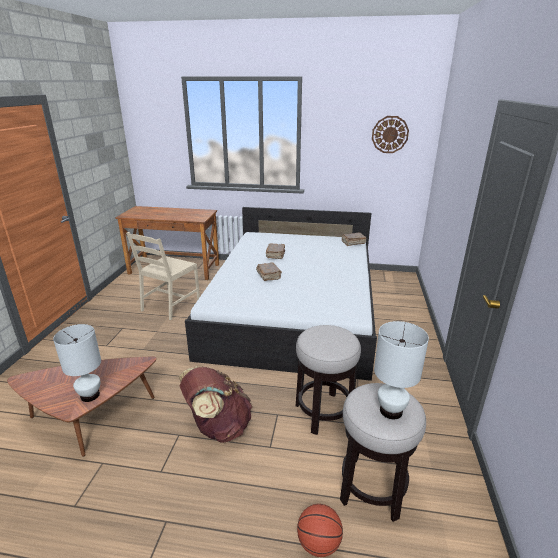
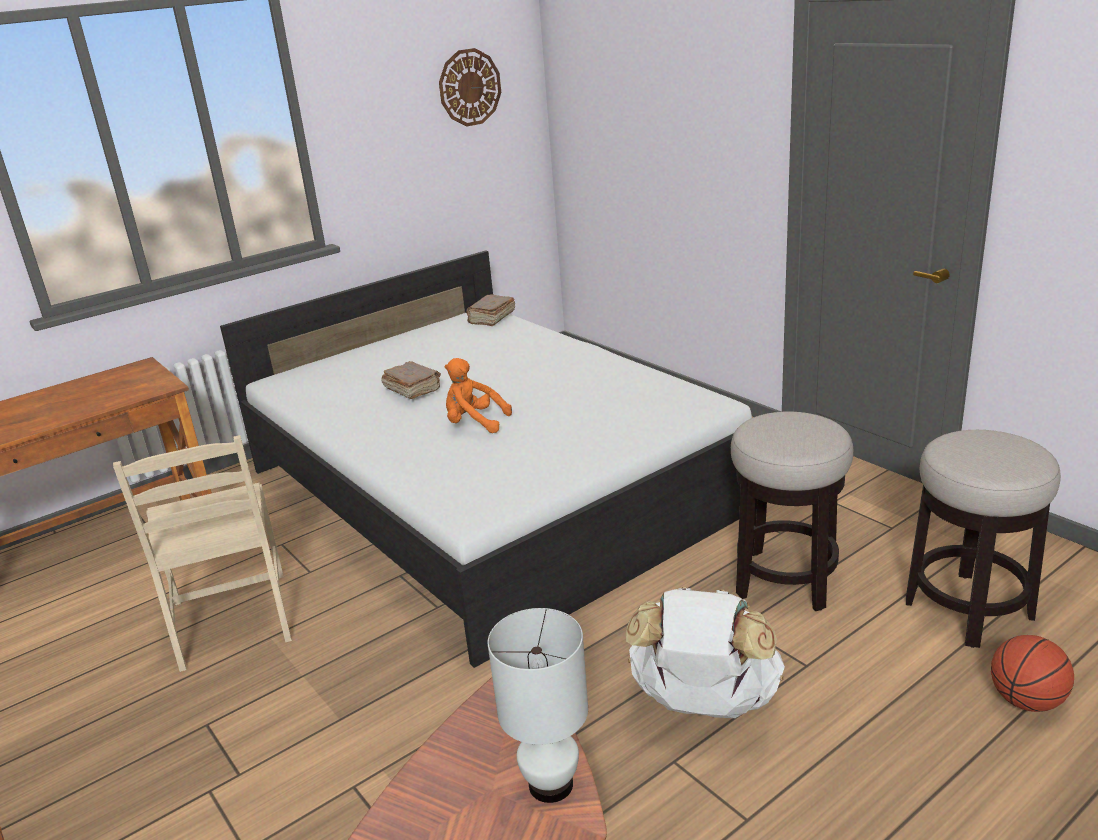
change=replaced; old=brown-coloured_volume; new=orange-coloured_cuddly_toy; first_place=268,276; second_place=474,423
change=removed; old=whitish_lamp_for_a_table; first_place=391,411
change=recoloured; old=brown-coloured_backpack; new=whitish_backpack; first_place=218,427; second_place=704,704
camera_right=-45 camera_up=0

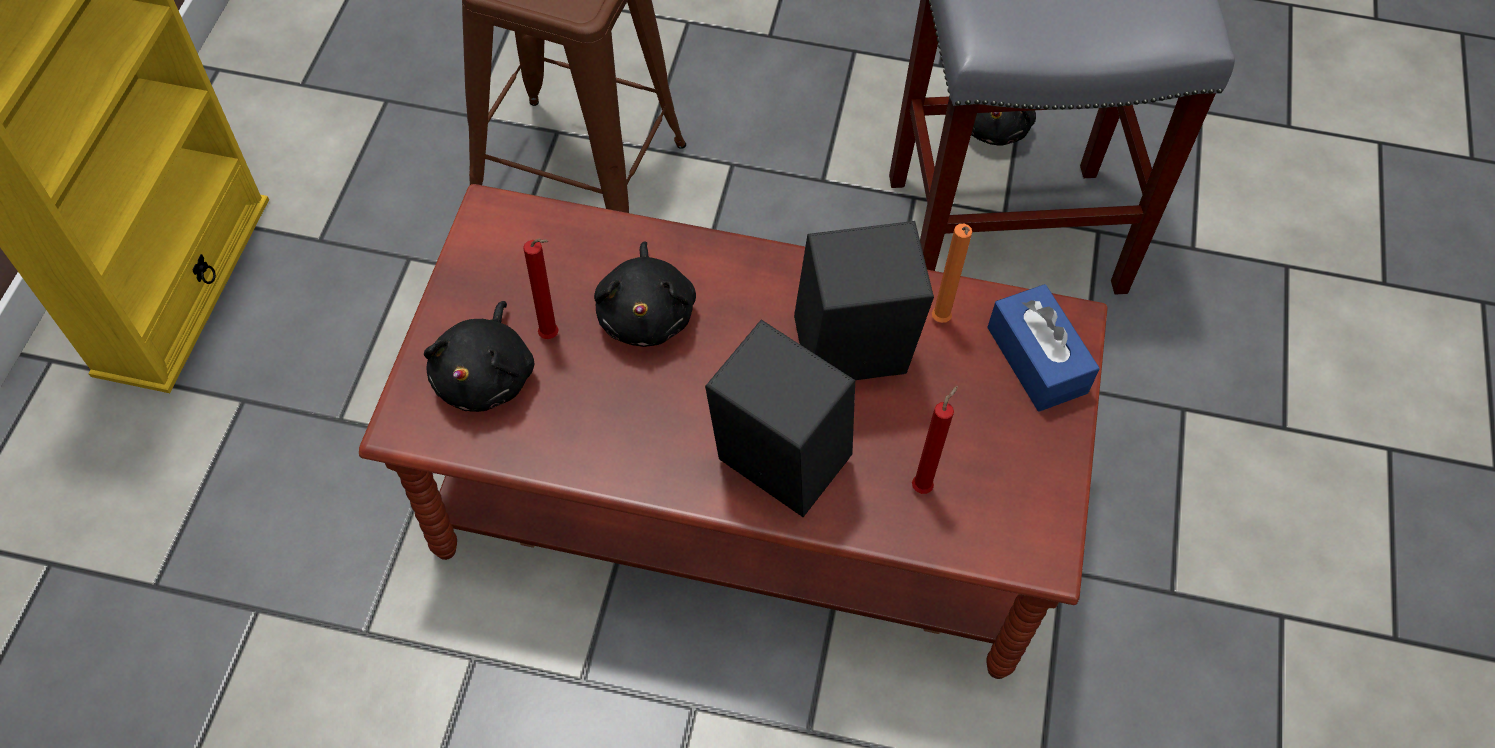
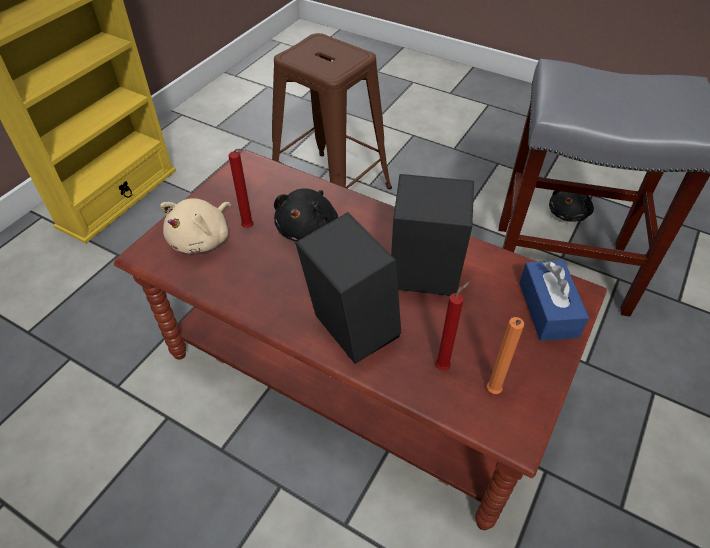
change=moved; old=orange-coloured_wax_candle; first_place=940,322; second_place=492,392
change=recoloured; old=blackish_cuddly_toy; new=beige-coloured_cuddly_toy; first_place=486,376; second_place=202,239
camera_right=20 camera_up=-10

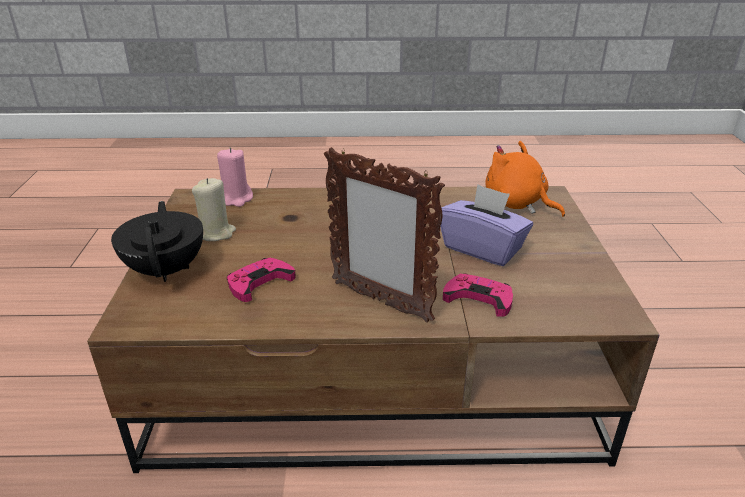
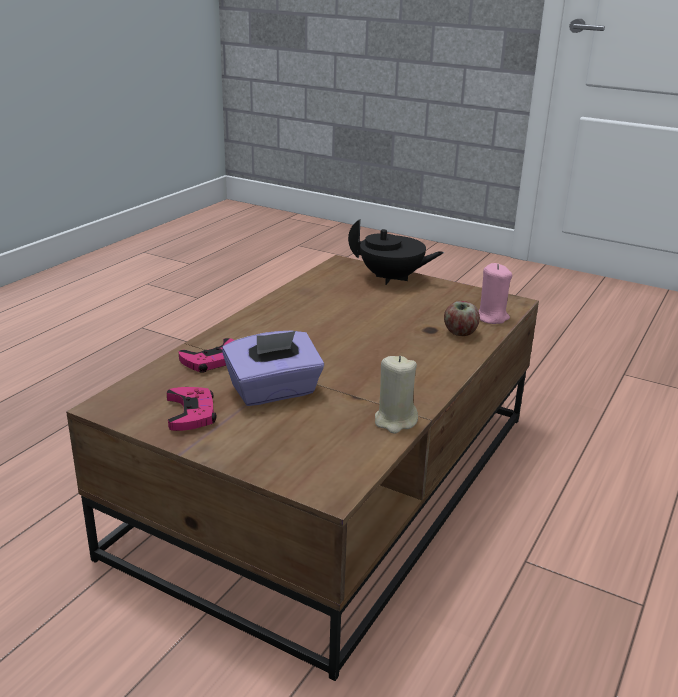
change=removed; old=orange-coloured_cuddly_toy; first_place=517,204
change=removed; old=standing_frame; first_place=380,301
change=moved; old=beige-coloured_wax_candle; first_place=216,233; second_place=395,421
change=moved; old=pinkish_joypad; first_place=259,283; second_place=191,413
change=added; new=whole_apple; second_place=460,333
camera_right=120 camera_up=-5

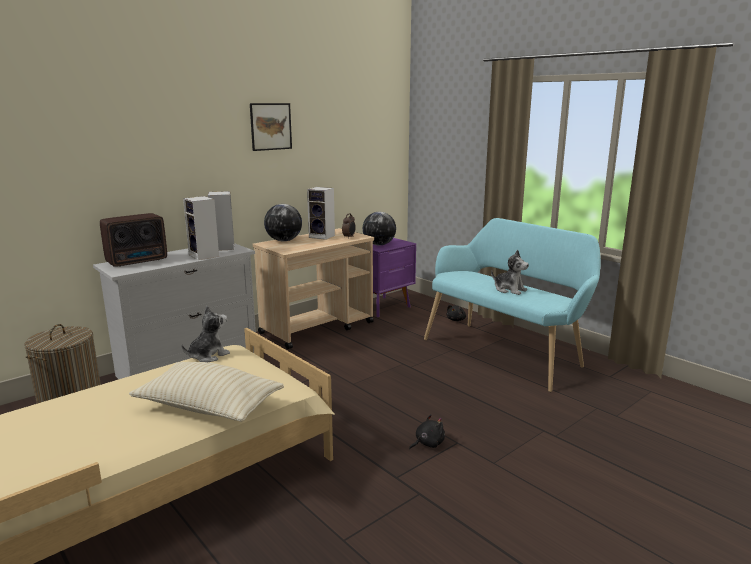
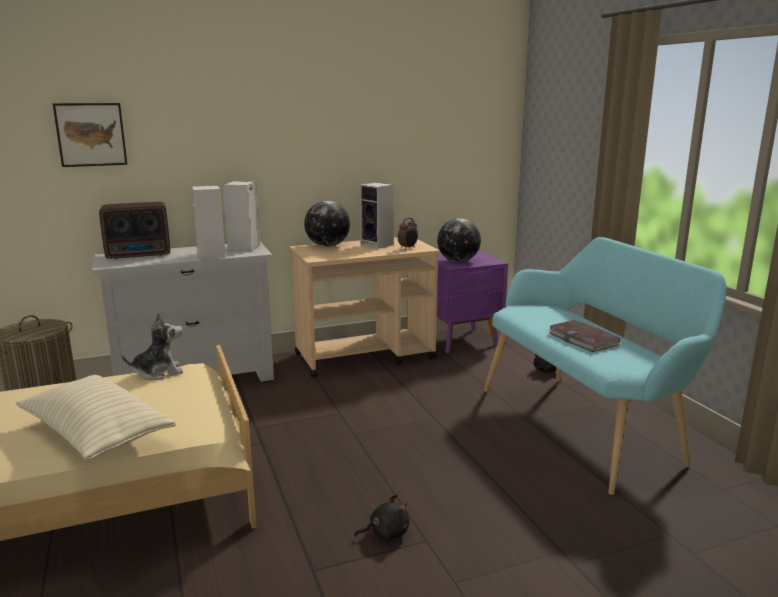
change=moved; old=picture; first_place=271,126; second_place=91,134
change=replaced; old=cuddly_toy; new=volume; first_place=509,290; second_place=583,339
camera_right=20 camera_up=0

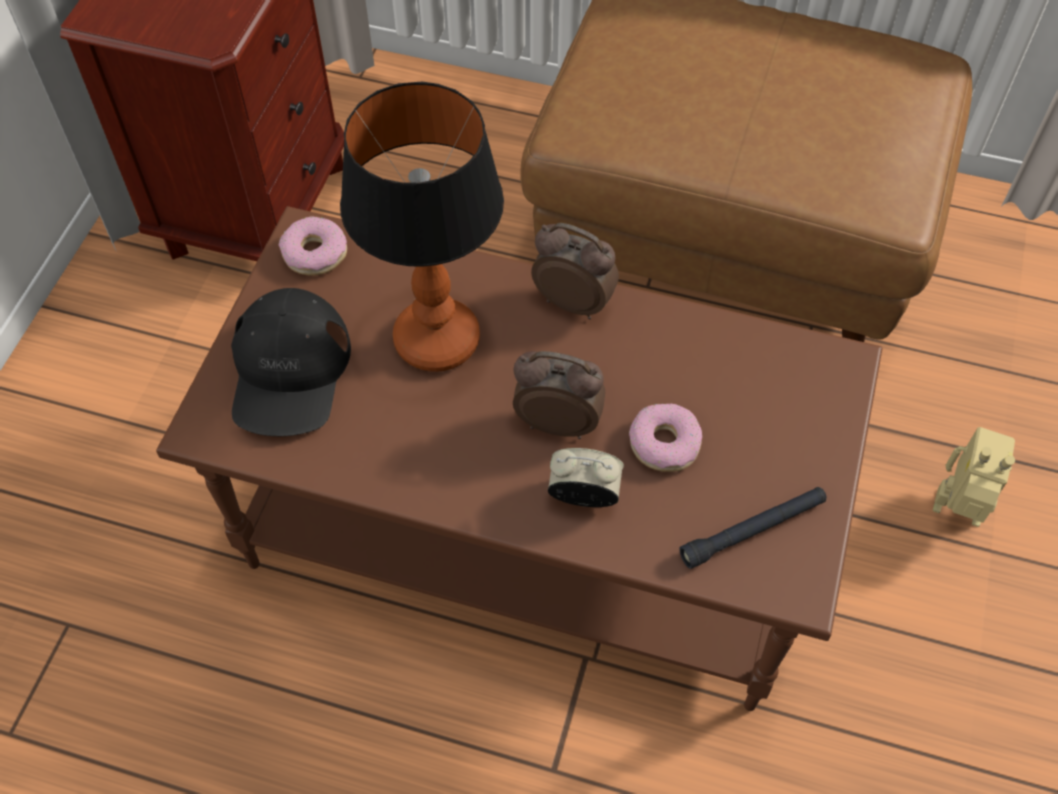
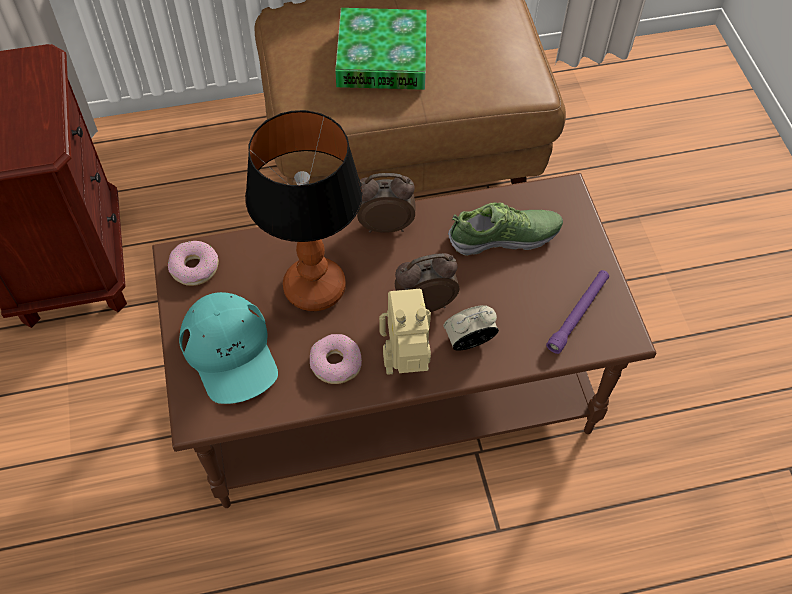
change=recoloured; old=blackish_baseball_cap; new=turquoise-coloured_baseball_cap; first_place=289,371; second_place=230,352
change=moved; old=donut; first_place=664,443; second_place=336,363
change=moved; old=toy_robot; first_place=956,515; second_place=407,369
change=recoloured; old=blackish_hand_torch; new=purplish_hand_torch; first_place=753,530; second_place=578,314
change=added; new=volume; second_place=382,57
change=added; new=item_of_footwear; second_place=504,237
camera_right=-30 camera_up=0

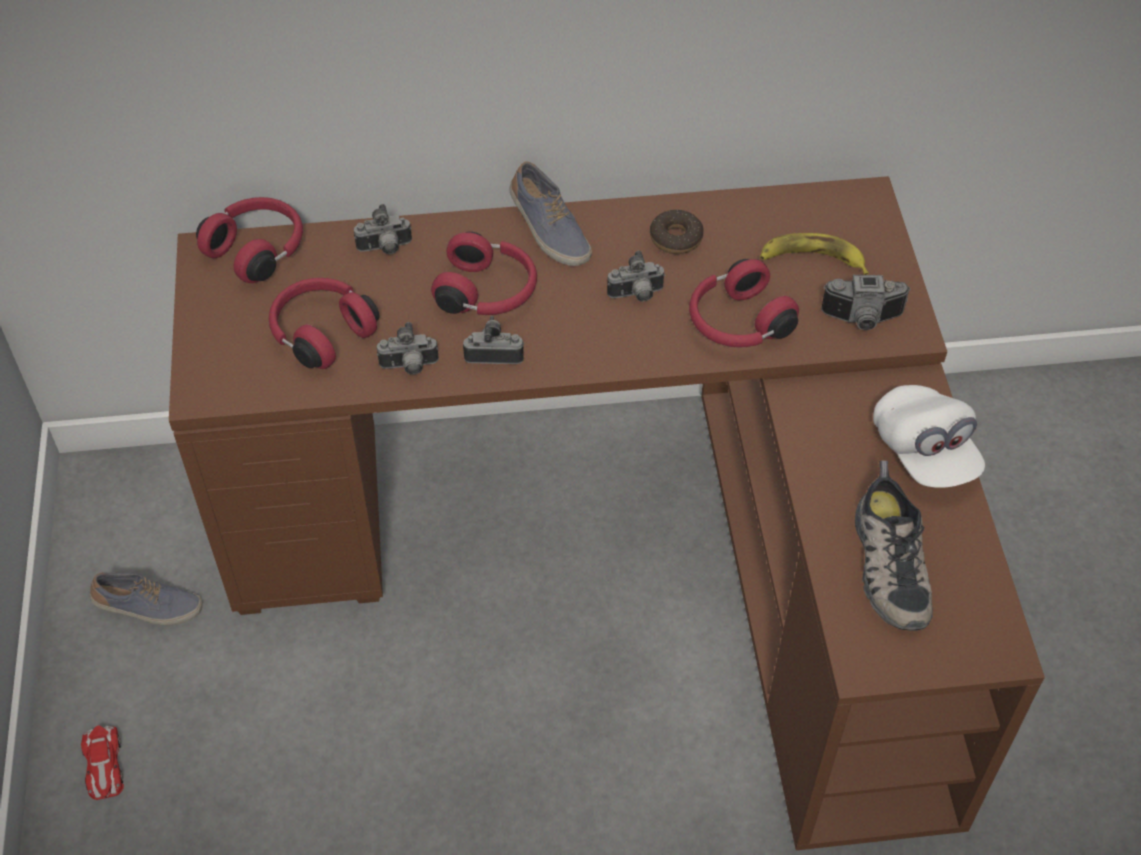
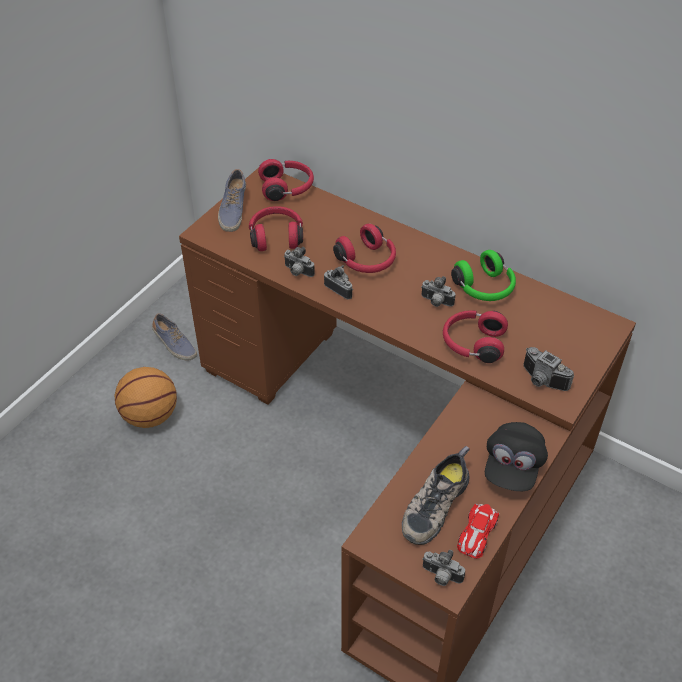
change=moved; old=item_of_footwear; first_place=548,230; second_place=233,210
change=moved; old=still_camera; first_place=385,248; second_place=441,576
change=replaced; old=donut; new=green_headset; first_place=676,238; second_place=484,288
change=removed; old=banana_fruit; first_place=812,259
change=recoloured; old=whitish_baseball_cap; new=blackish_baseball_cap; first_place=924,452; second_place=512,466
change=moved; old=toy_car; first_place=104,765; second_place=477,533
change=added; new=ball_for_basketball; second_place=150,415
camera_right=40 camera_up=-5

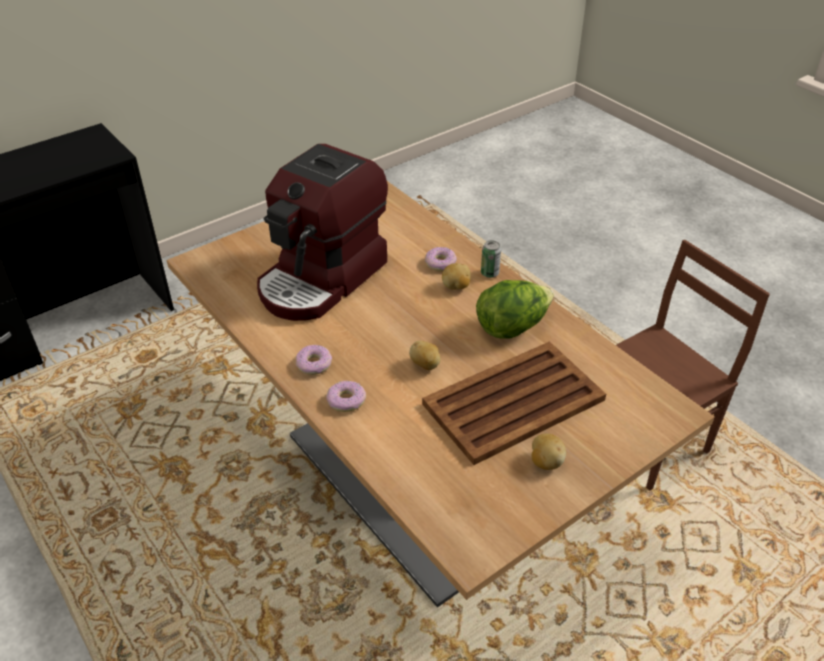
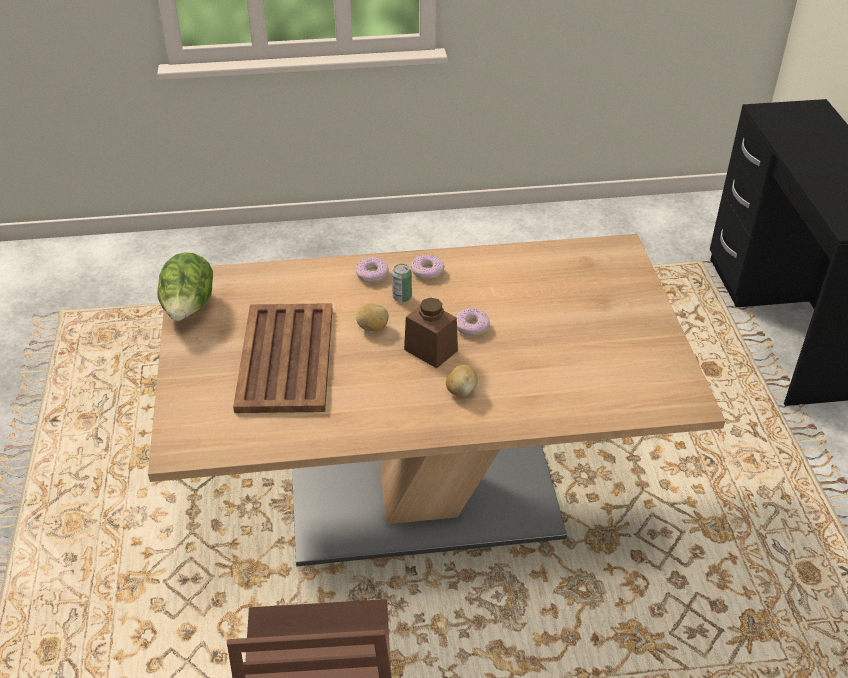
change=removed; old=coffee_machine; first_place=323,279
change=moved; old=metal_can; first_place=489,273; second_place=402,297
change=moved; old=donut; first_place=440,263; second_place=471,327
change=moved; old=lettuce_head; first_place=512,327; second_place=189,309
change=removed; old=whole_potato; first_place=545,462
change=added; new=brown-coloured_storage_jar; second_place=431,350
camera_right=120 camera_up=0

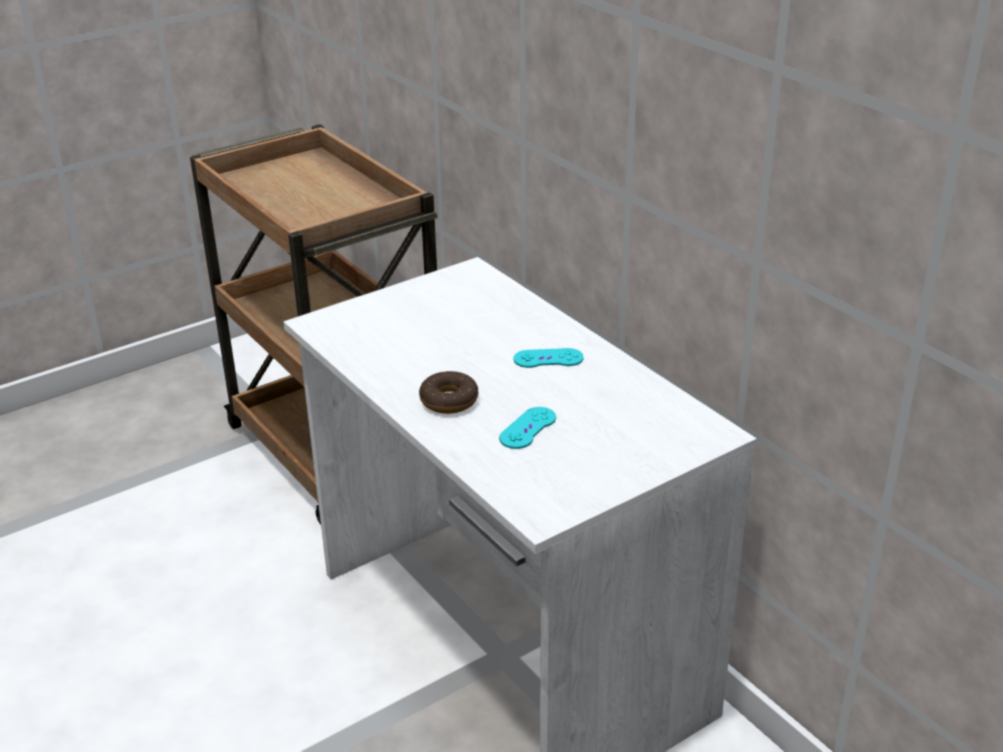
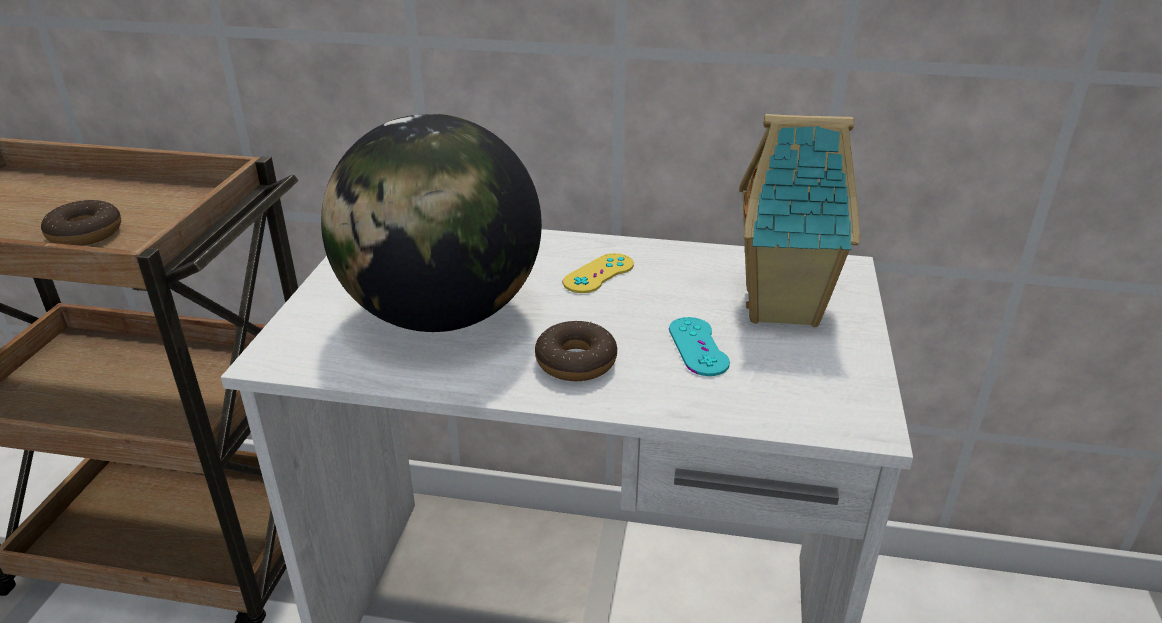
change=recoloured; old=turquoise-coloured_joypad; new=yellowish_joypad; first_place=548,359; second_place=598,274
change=added; new=globe; second_place=442,314
change=added; new=model_house; second_place=785,308
change=added; new=donut; second_place=85,233
camera_right=-45 camera_up=0

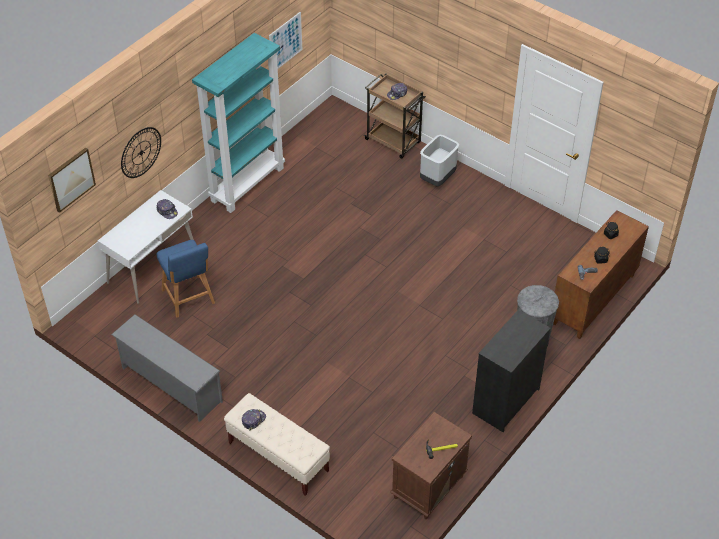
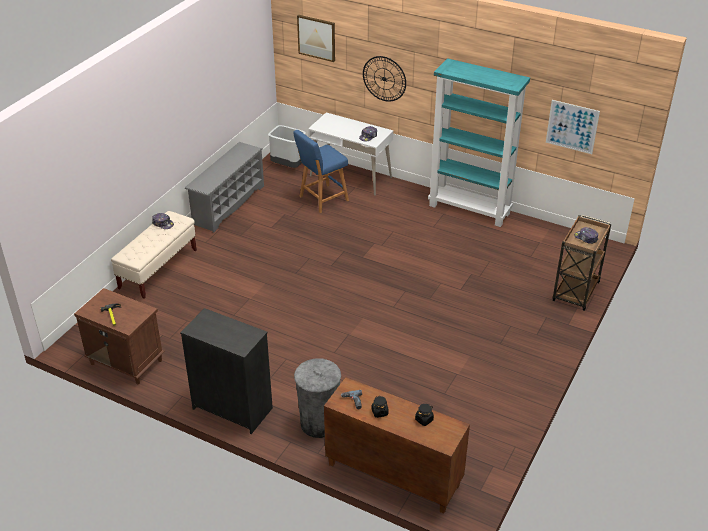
change=moved; old=gray_rubbish_bin; first_place=437,178; second_place=288,165
camera_right=80 camera_up=-10

